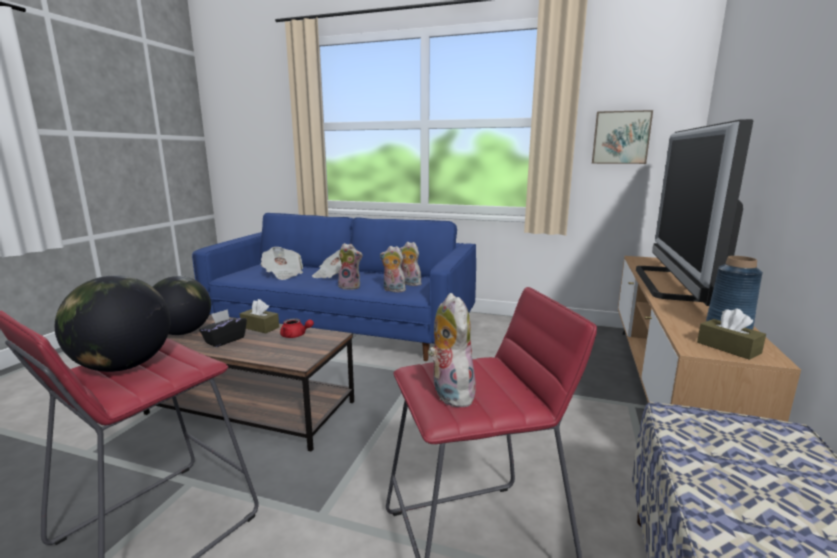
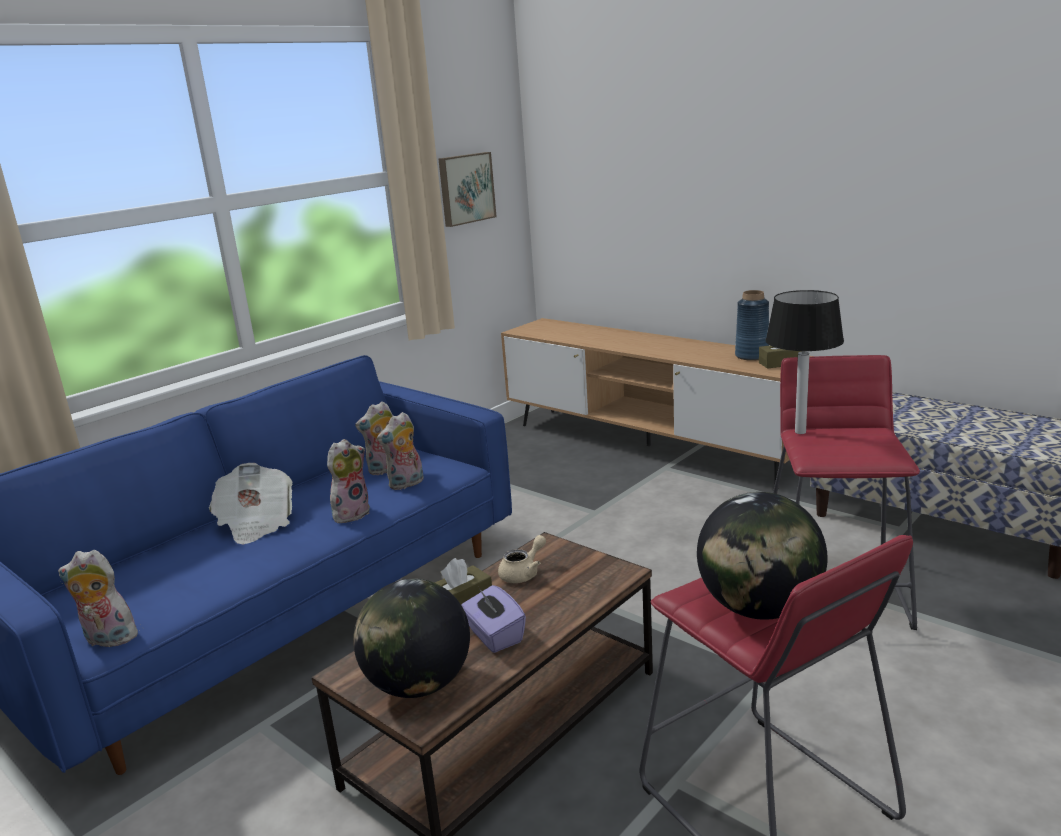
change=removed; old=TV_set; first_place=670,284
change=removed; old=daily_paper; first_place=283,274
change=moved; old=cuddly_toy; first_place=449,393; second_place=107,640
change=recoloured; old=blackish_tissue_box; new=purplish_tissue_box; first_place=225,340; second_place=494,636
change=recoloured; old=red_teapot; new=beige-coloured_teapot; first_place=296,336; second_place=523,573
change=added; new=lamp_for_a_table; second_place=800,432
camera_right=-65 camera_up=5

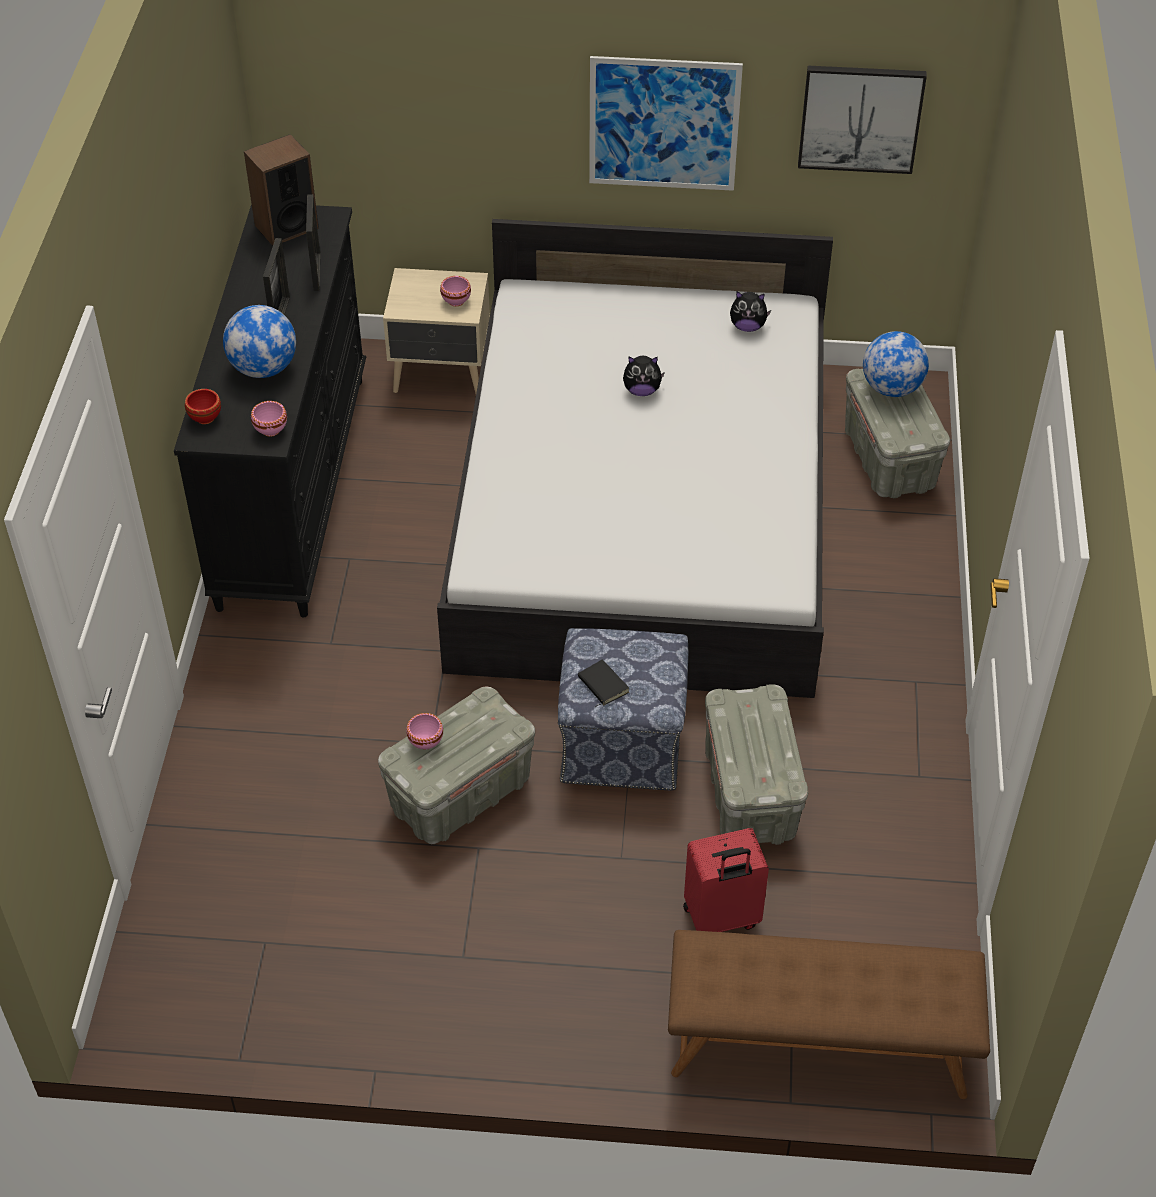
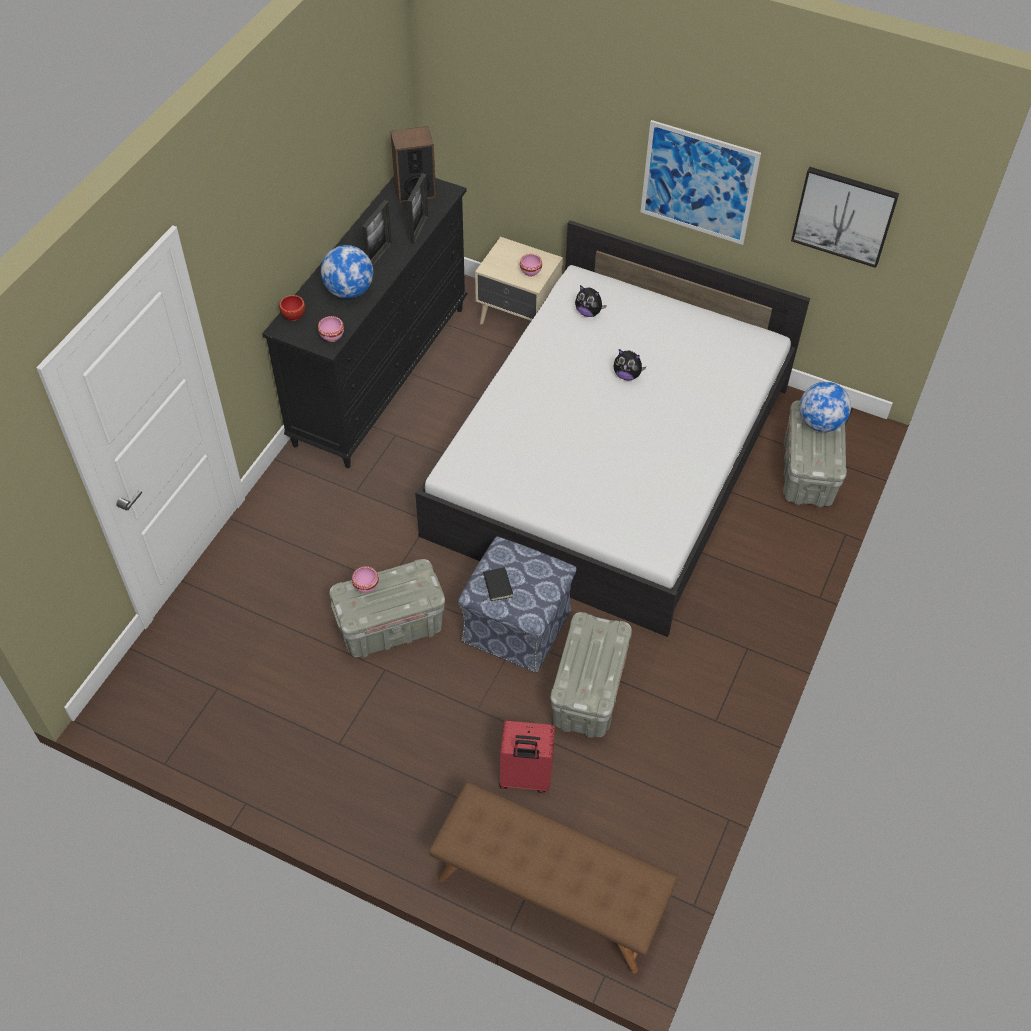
change=moved; old=cuddly_toy; first_place=747,326; second_place=588,312
camera_right=20 camera_up=5

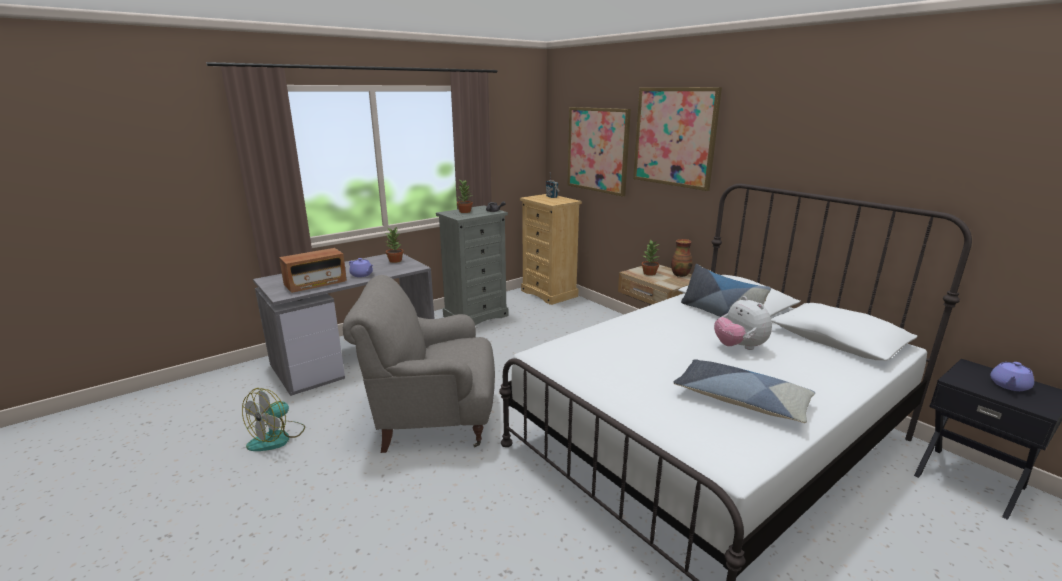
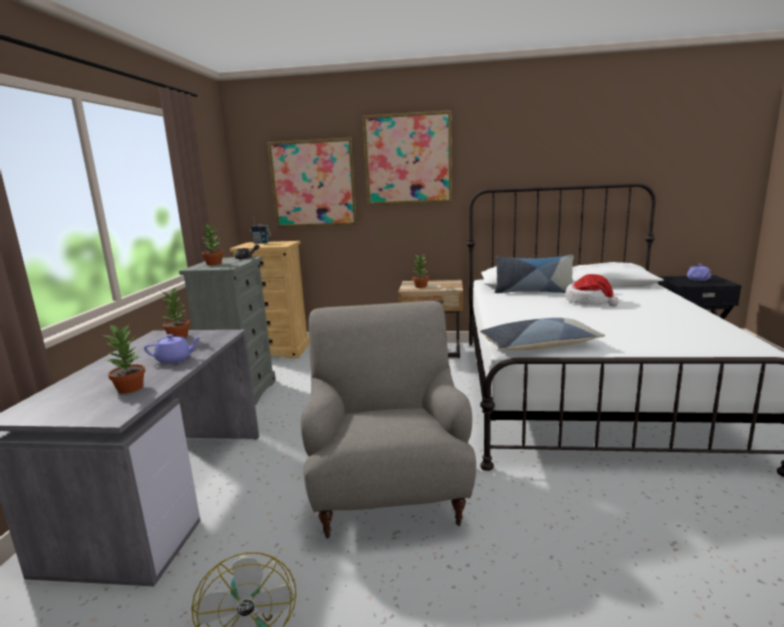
change=removed; old=vase; first_place=680,274
change=replaced; old=radio_set; new=potted_plant; first_place=315,284; second_place=130,388
change=turned; old=gray_easy_chair; first_place=433,420; second_place=389,491; degrees=135
change=replaced; old=cuddly_toy; new=clothing_hat; first_place=739,347; second_place=589,301
change=moved; old=pillow; first_place=741,400; second_place=539,345
camera_right=-45 camera_up=-5

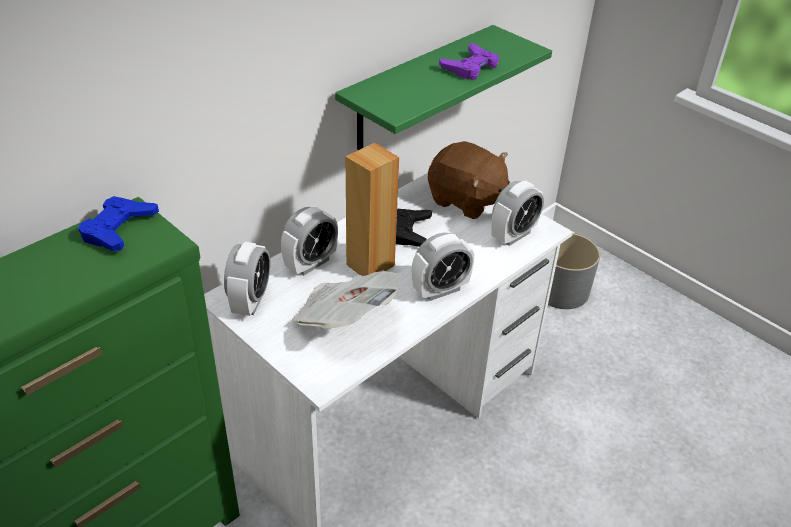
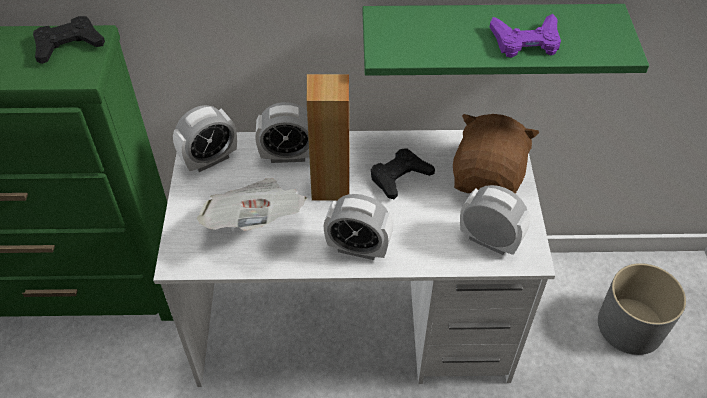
change=turned; old=brown-coloured_cuddly_toy; first_place=466,200; second_place=488,178; degrees=-150
change=turned; old=bedside_clock; first_place=513,235; second_place=489,241; degrees=-150
change=recoloured; old=blue-coloured_joypad; new=blackish_joypad; first_place=118,229; second_place=68,45
camera_right=45 camera_up=10

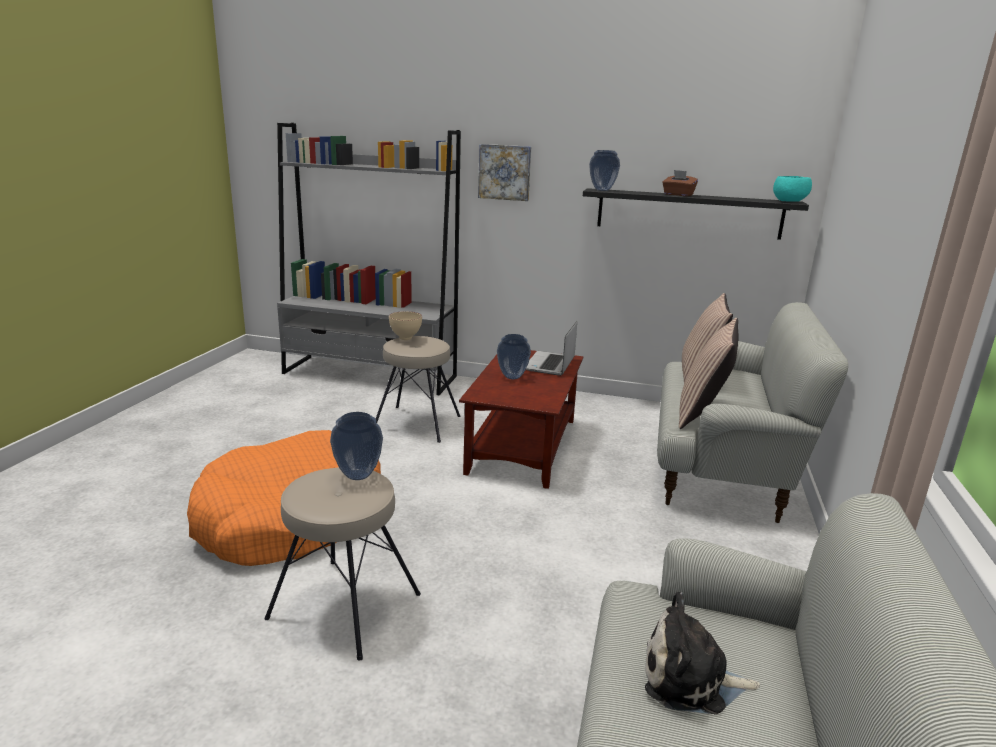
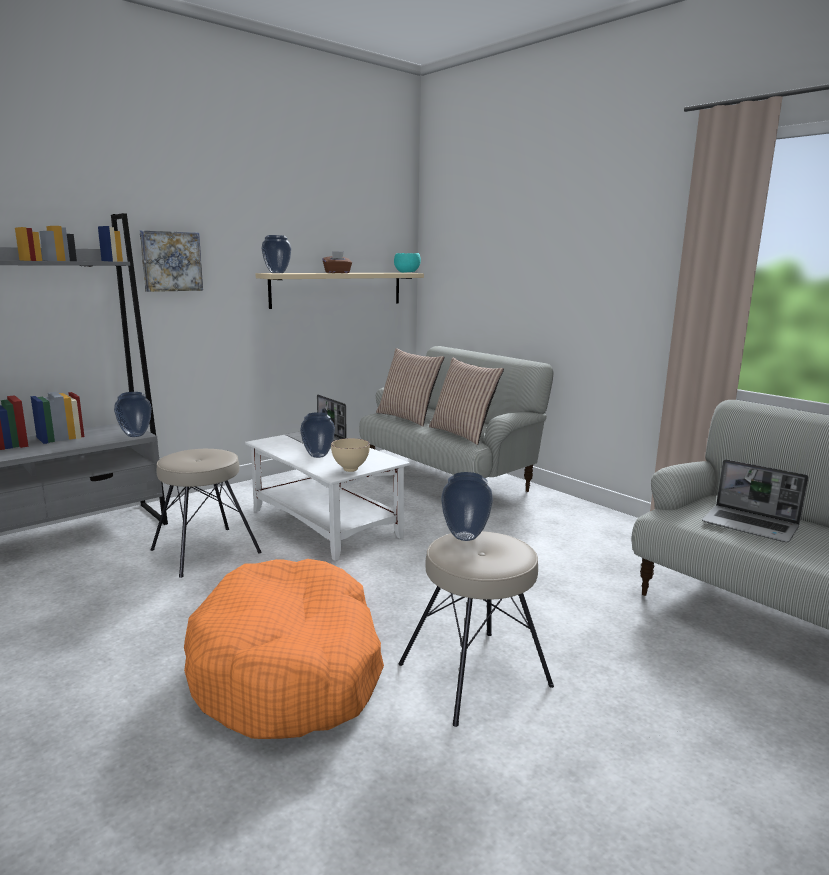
change=recoloured; old=blackish_shelf; new=beige-coloured_shelf; first_place=688,213; second_place=338,289
change=moved; old=beige-coloured_serving_bowl; first_place=406,338; second_place=350,469
change=recoloured; old=brown-coloured_lounge_table; new=whitish_lounge_table; first_place=523,446; second_place=326,523
change=replaced; old=cuddly_toy; new=laptop; first_place=690,679; second_place=751,525
change=added; new=vase; second_place=135,435
camera_right=-55 camera_up=-5

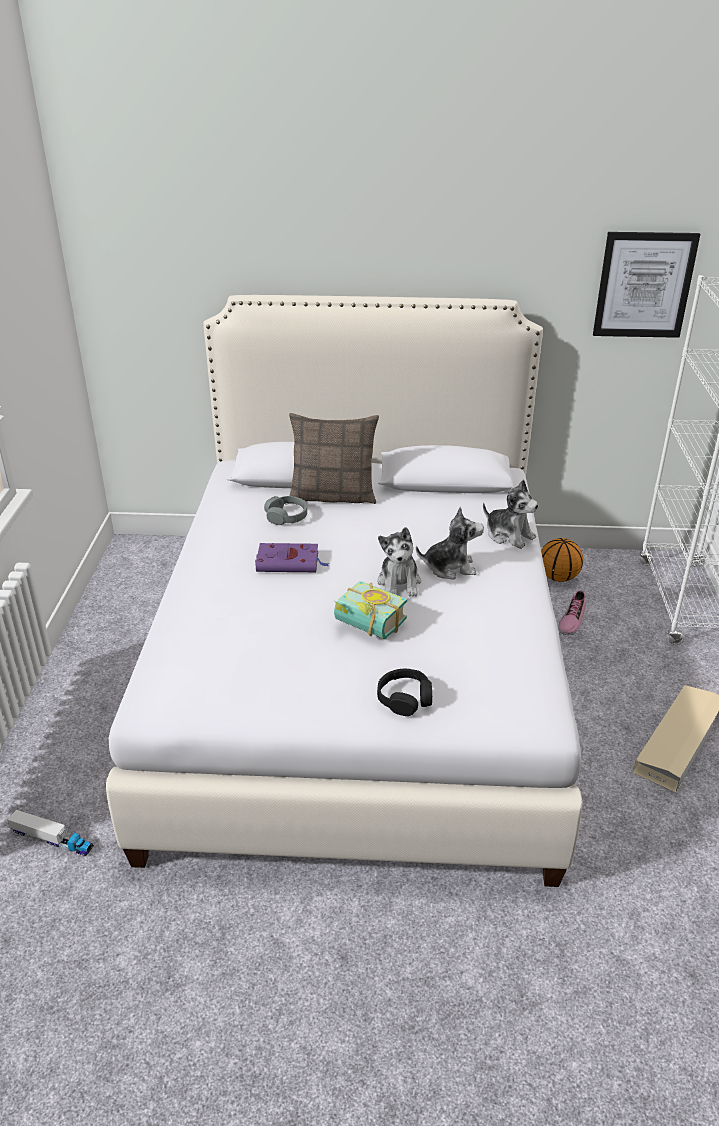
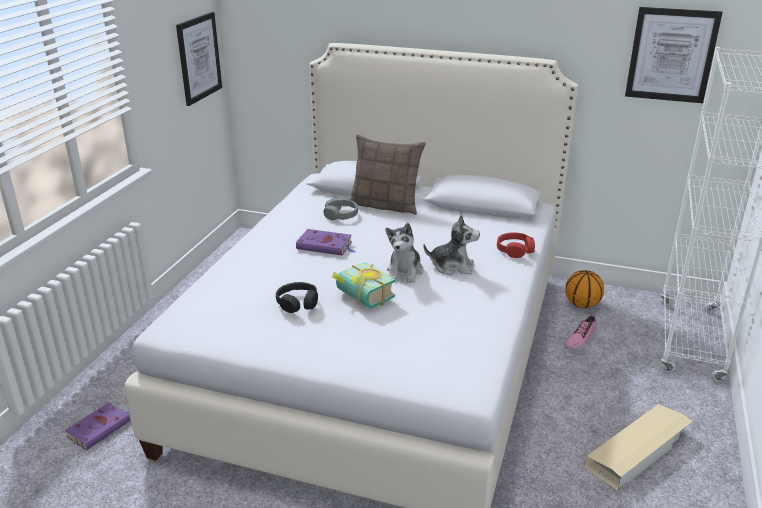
change=replaced; old=cuddly_toy; new=red_headset; first_place=509,535; second_place=515,250
change=moved; old=blackish_headset; first_place=405,699; second_place=297,303
change=replaced; old=toy_truck; new=purplish_volume; first_place=52,840; second_place=100,428
change=added; new=picture; second_place=199,58
camera_right=15 camera_up=-5

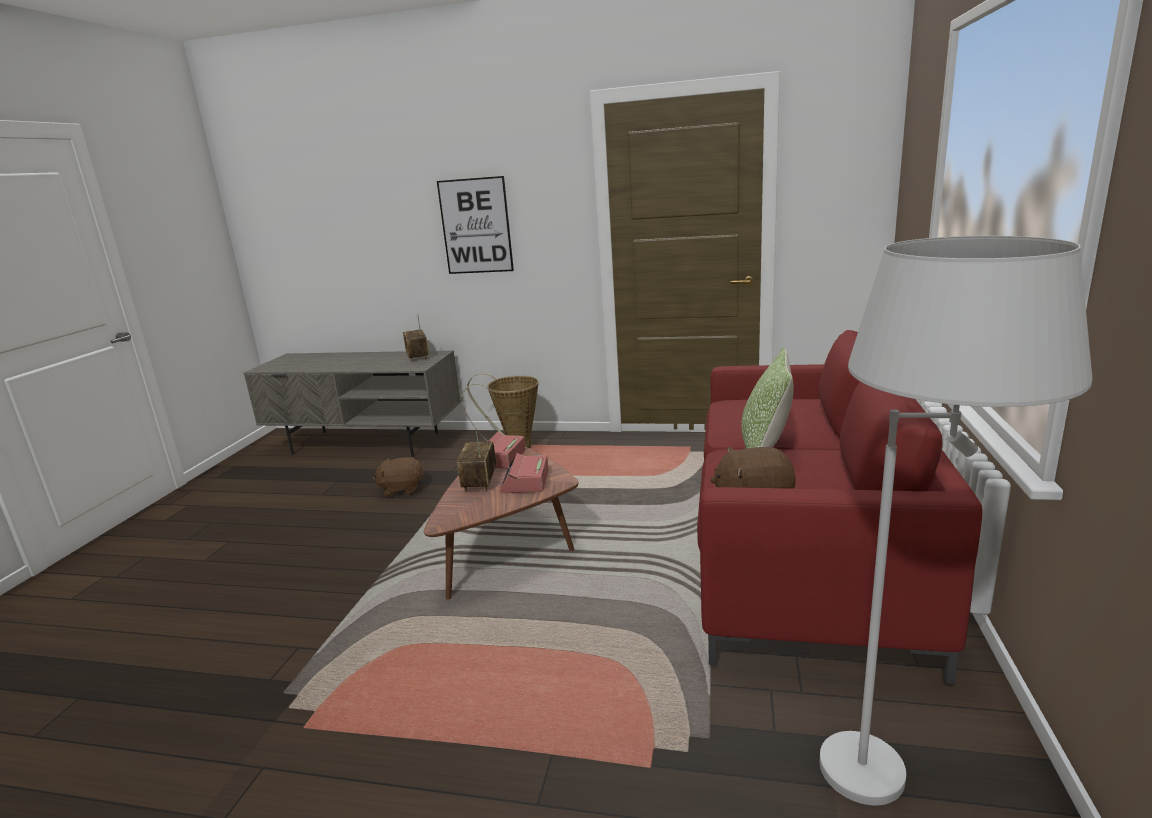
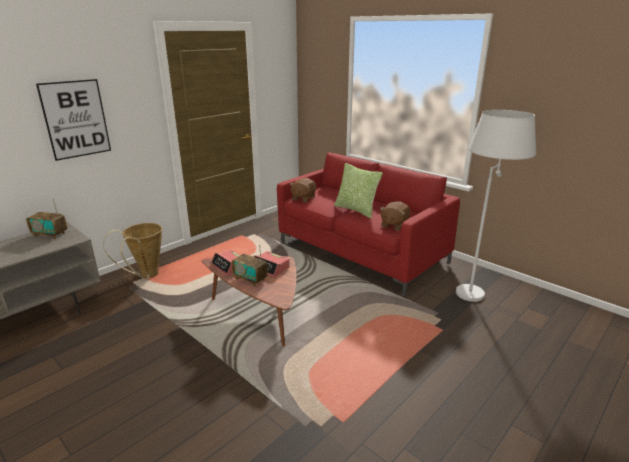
change=moved; old=brown-coloured_cuddly_toy; first_place=402,489; second_place=303,198
camera_right=-60 camera_up=5

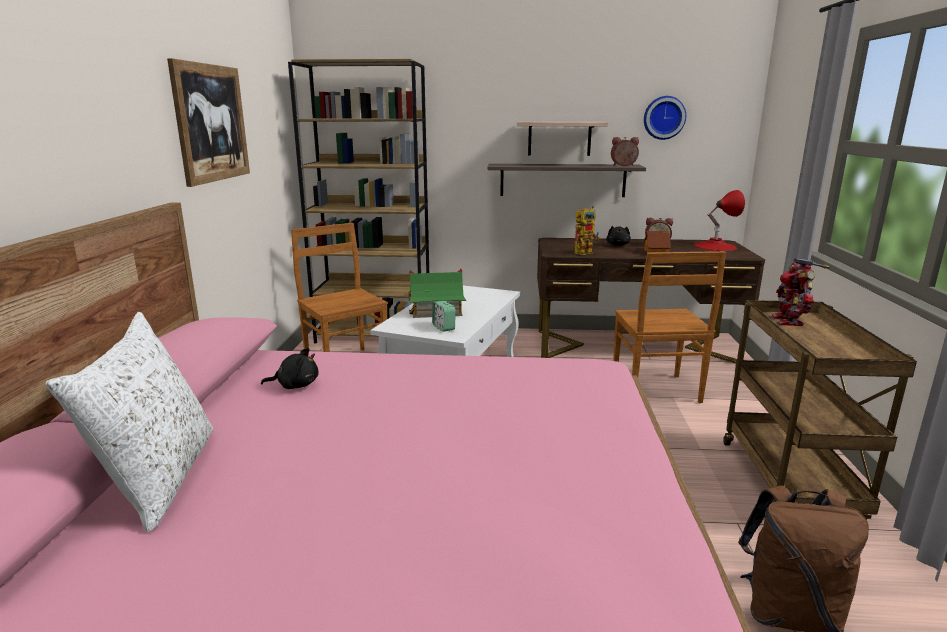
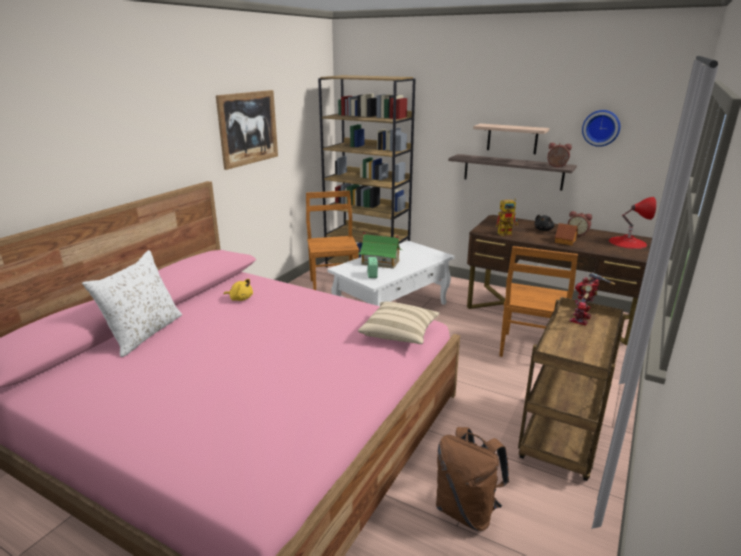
change=recoloured; old=blackish_cuddly_toy; new=yellowish_cuddly_toy; first_place=295,385; second_place=240,298
change=added; new=beige-coloured_pillow; second_place=399,334
camera_right=25 camera_up=5

